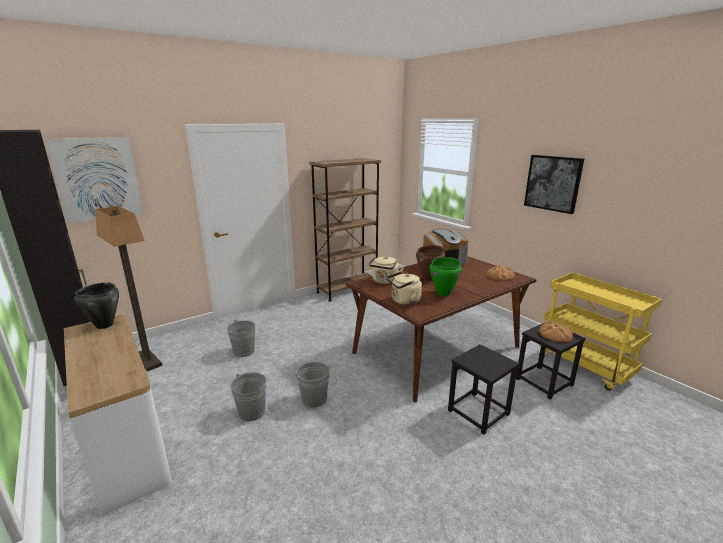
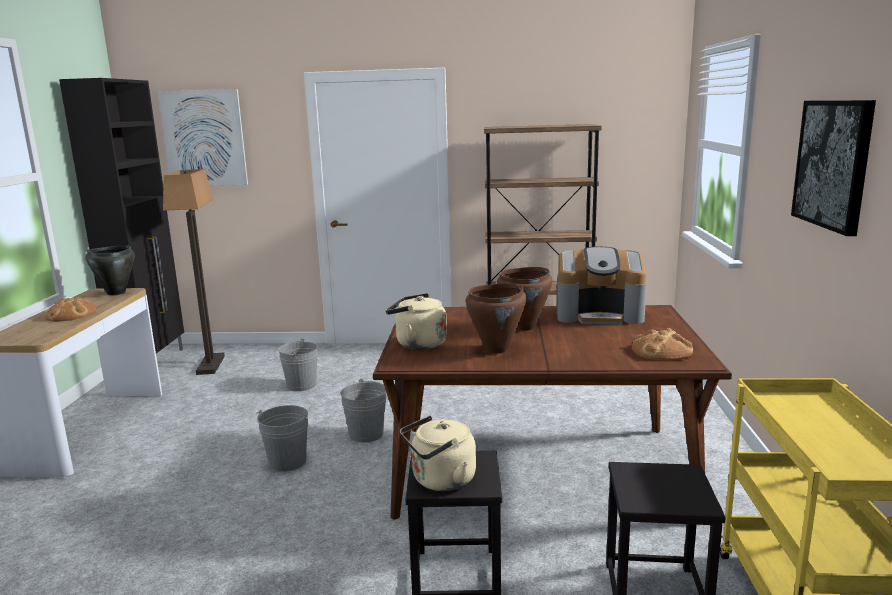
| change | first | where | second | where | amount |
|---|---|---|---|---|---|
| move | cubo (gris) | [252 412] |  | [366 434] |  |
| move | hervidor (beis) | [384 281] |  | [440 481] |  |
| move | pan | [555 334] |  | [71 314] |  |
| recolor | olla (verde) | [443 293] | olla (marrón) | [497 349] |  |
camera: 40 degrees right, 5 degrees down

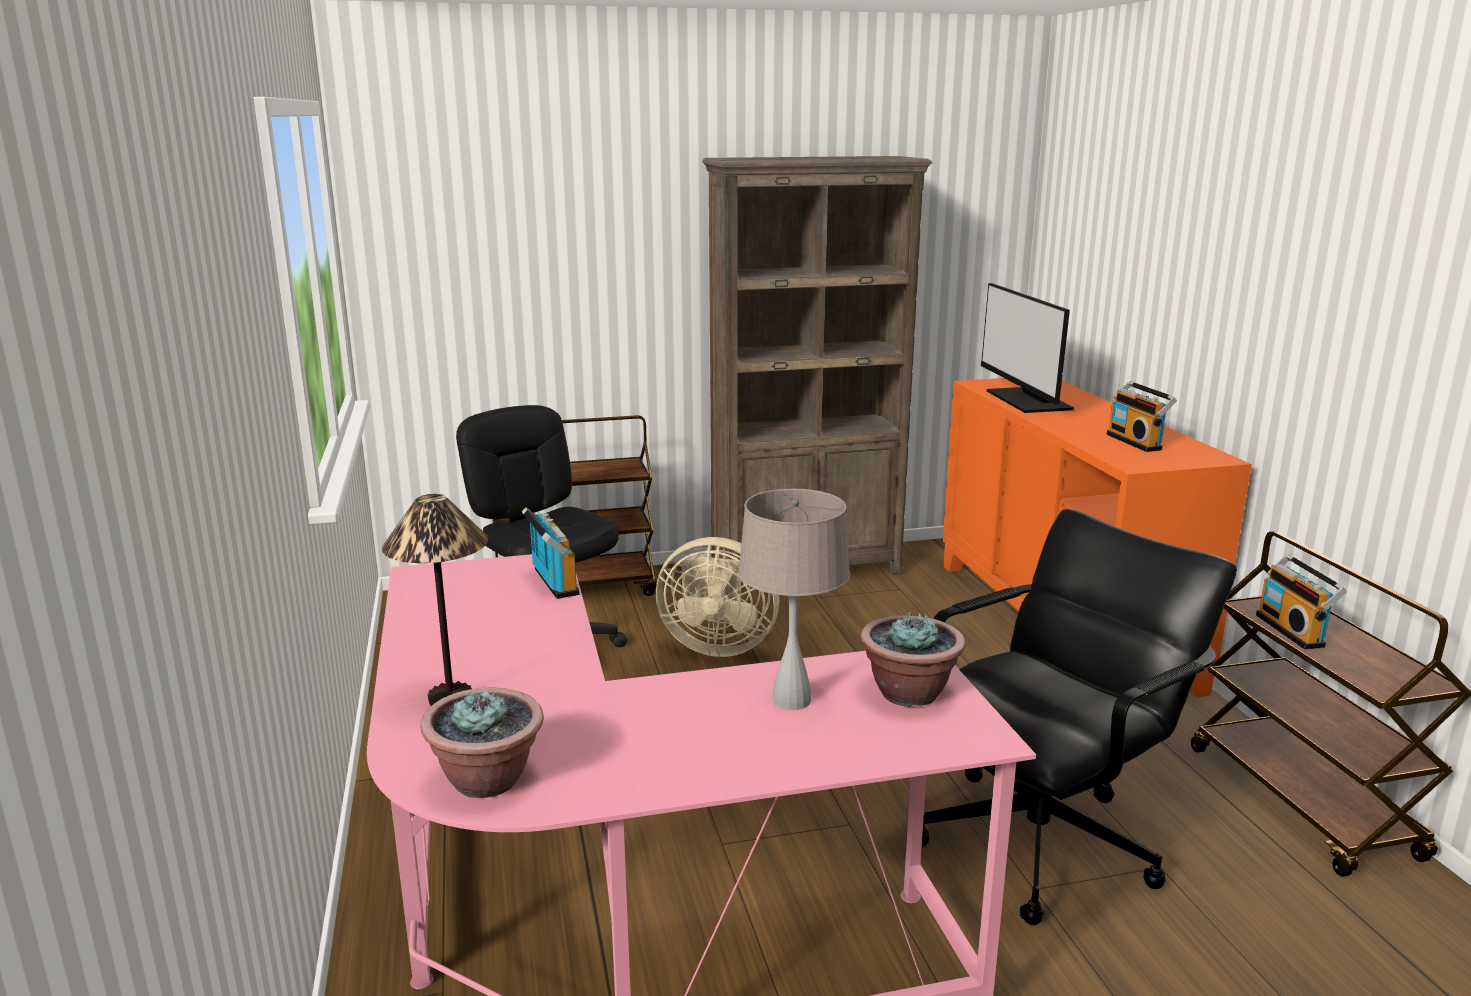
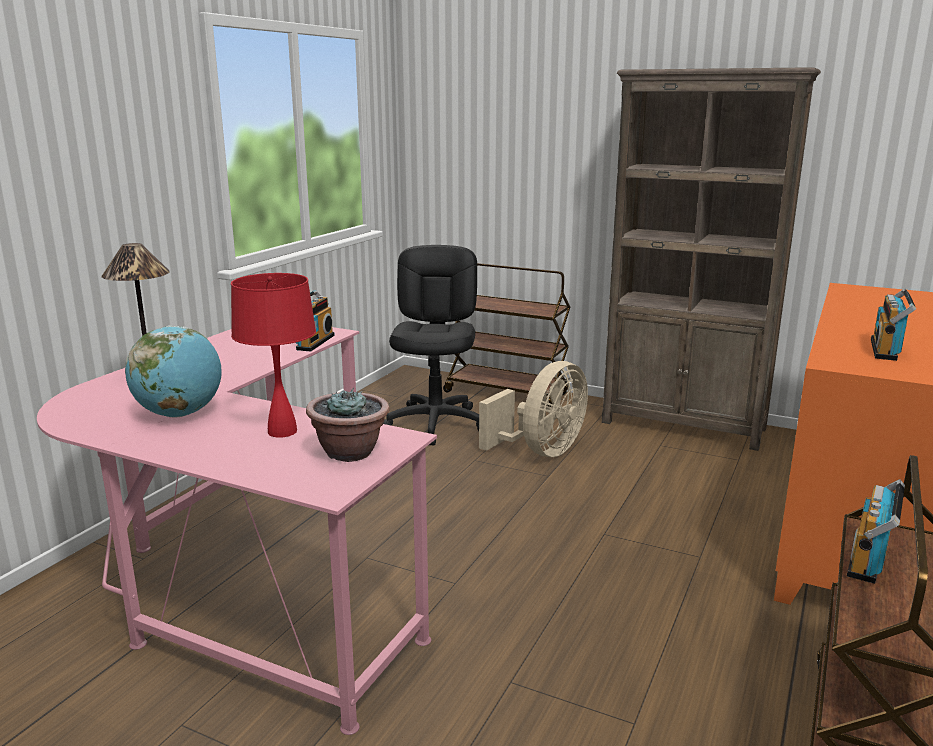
| change | first | where | second | where | amount |
|---|---|---|---|---|---|
| delete | planta en maceta | [488 780] |  |  |  |
| delete | silla de oficina (negro) | [1039 844] |  |  |  |
| delete | monitor | [1026 400] |  |  |  |
| insert |  |  | globo terráqueo | [180 414] |  |
| recolor | lámpara de mesa (beis) | [792 700] | lámpara de mesa (rojo) | [282 432] |  |
| rotate | ventilador (beis) | [716 645] |  | [541 451] | 105 degrees counterclockwise |
camera: 40 degrees right, 0 degrees up

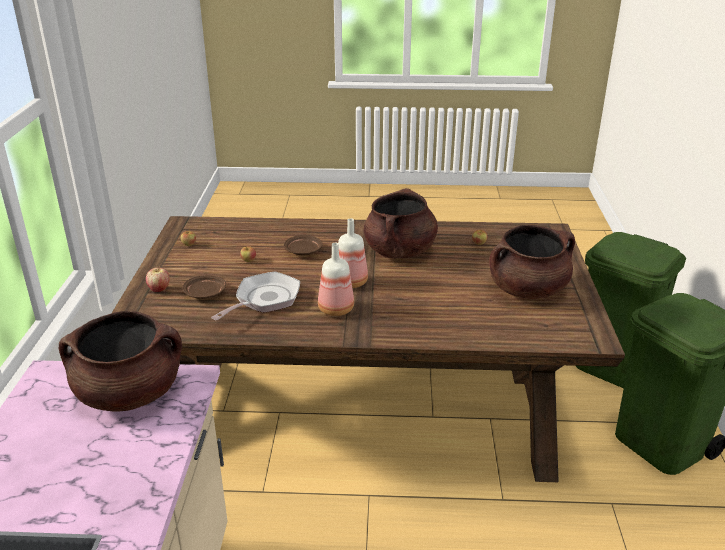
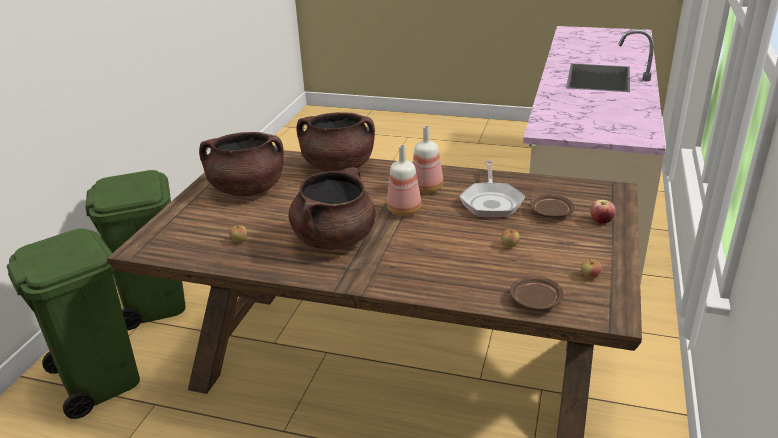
| change | first | where | second | where | amount |
|---|---|---|---|---|---|
| move | olla (marrón) | [130 393] |  | [338 167] |  |
| move | plato (marrón) | [303 251] |  | [535 300] |  |
| rotate | sartén | [264 300] |  | [491 202] | 45 degrees counterclockwise |
camera: 165 degrees left, 0 degrees up

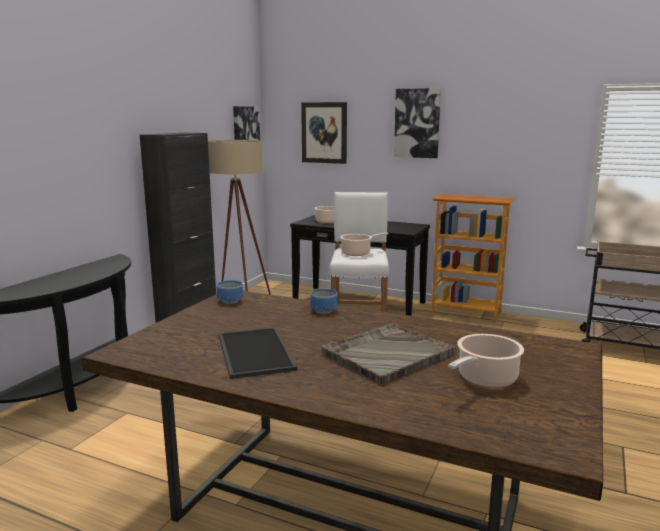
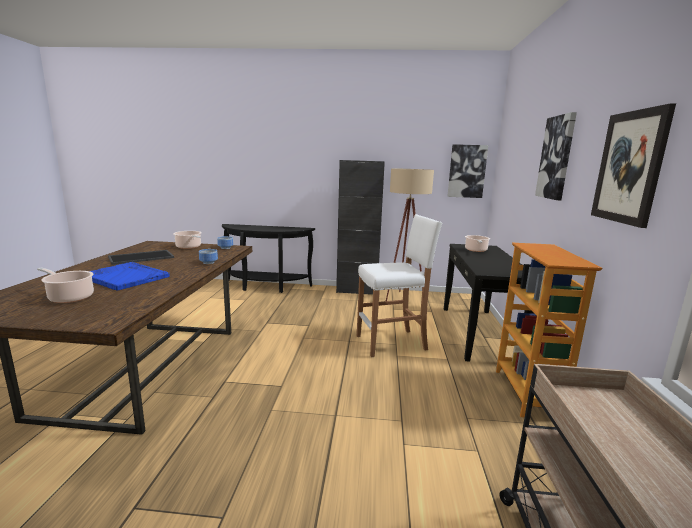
| change | first | where | second | where | amount |
|---|---|---|---|---|---|
| move | cuadro | [324 132] |  | [629 167] |  |
| move | olla | [358 253] |  | [189 247] |  |
| recolor | bandeja (gris) | [387 354] | bandeja (azul) | [125 277] |  |
camera: 70 degrees right, 0 degrees up

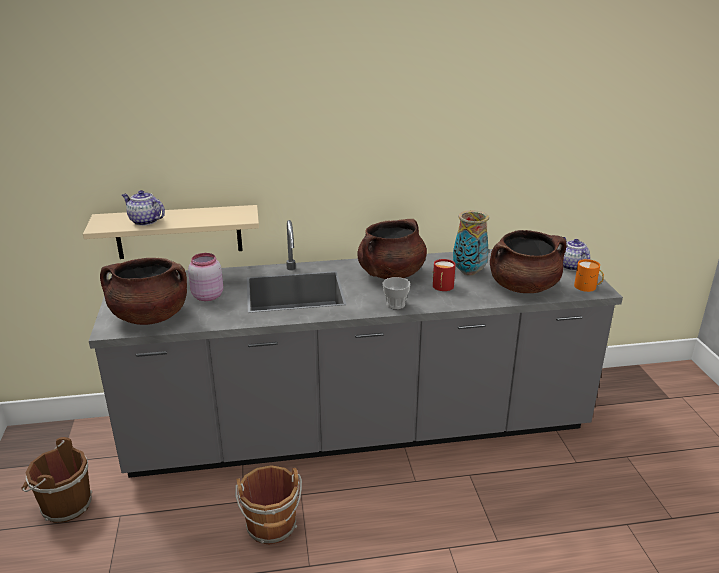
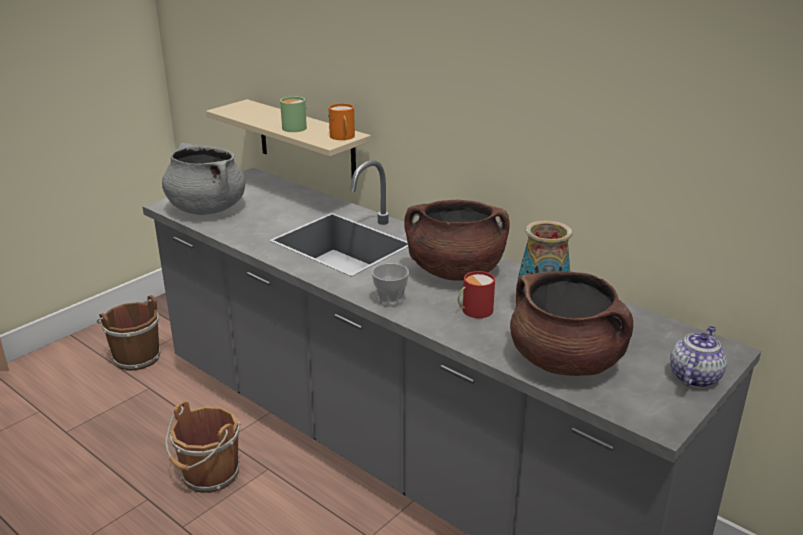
| change | first | where | second | where | amount |
|---|---|---|---|---|---|
| delete | tetera | [144 221] |  |  |  |
| delete | tarro (rosa) | [207 296] |  |  |  |
| insert |  |  | taza grande (verde) | [292 127] |  |
| move | taza grande (naranja) | [587 287] |  | [342 137] |  |
| recolor | olla (marrón) | [150 316] | olla (gris) | [206 208] |  |
camera: 50 degrees right, 0 degrees up

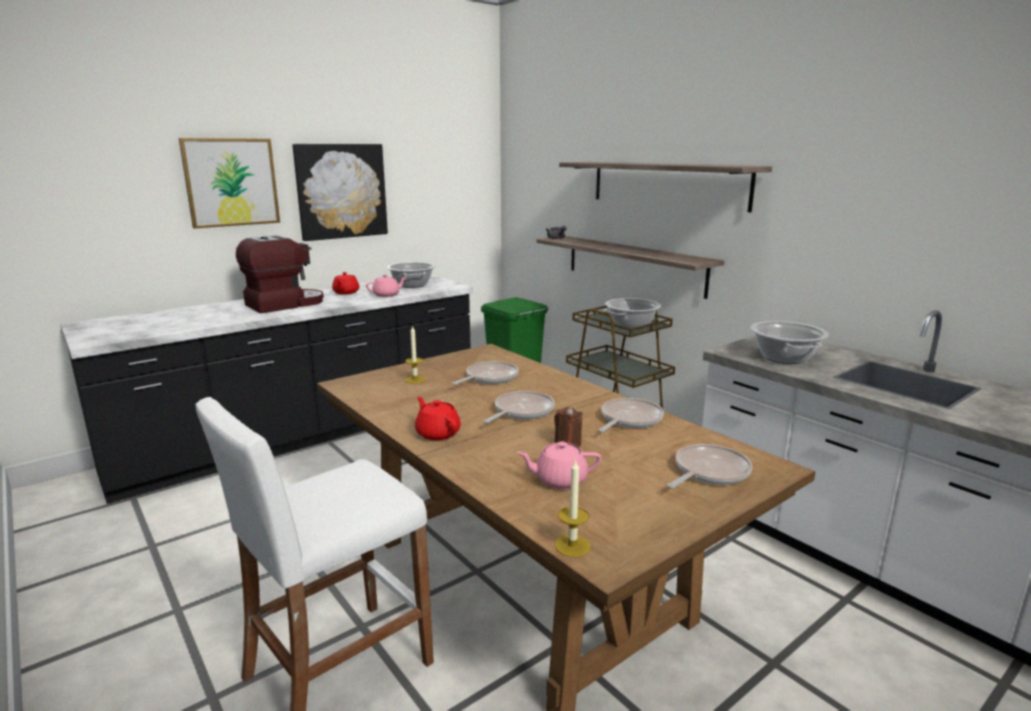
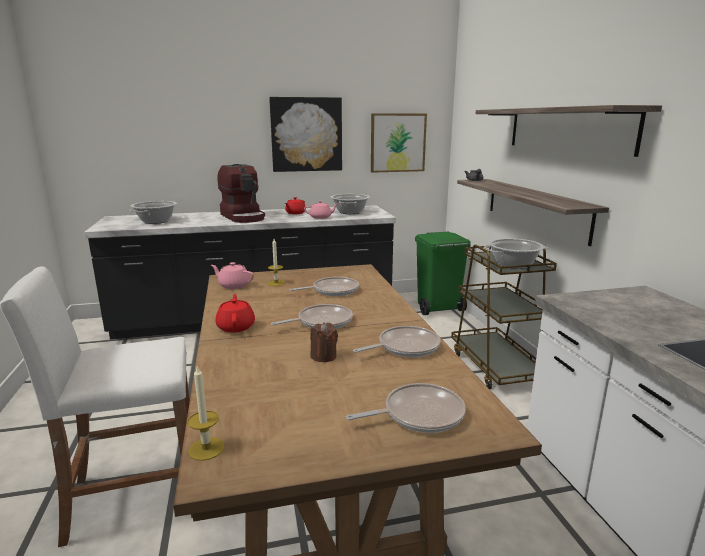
| change | first | where | second | where | amount |
|---|---|---|---|---|---|
| move | cuadro | [231 182] |  | [397 143] |  |
| move | tetera (rosa) | [559 480] |  | [233 285] |  |
| move | olla | [785 358] |  | [156 221] |  |
| rotate | cafetera | [284 304] |  | [243 217] | 75 degrees clockwise |
camera: 25 degrees right, 0 degrees up

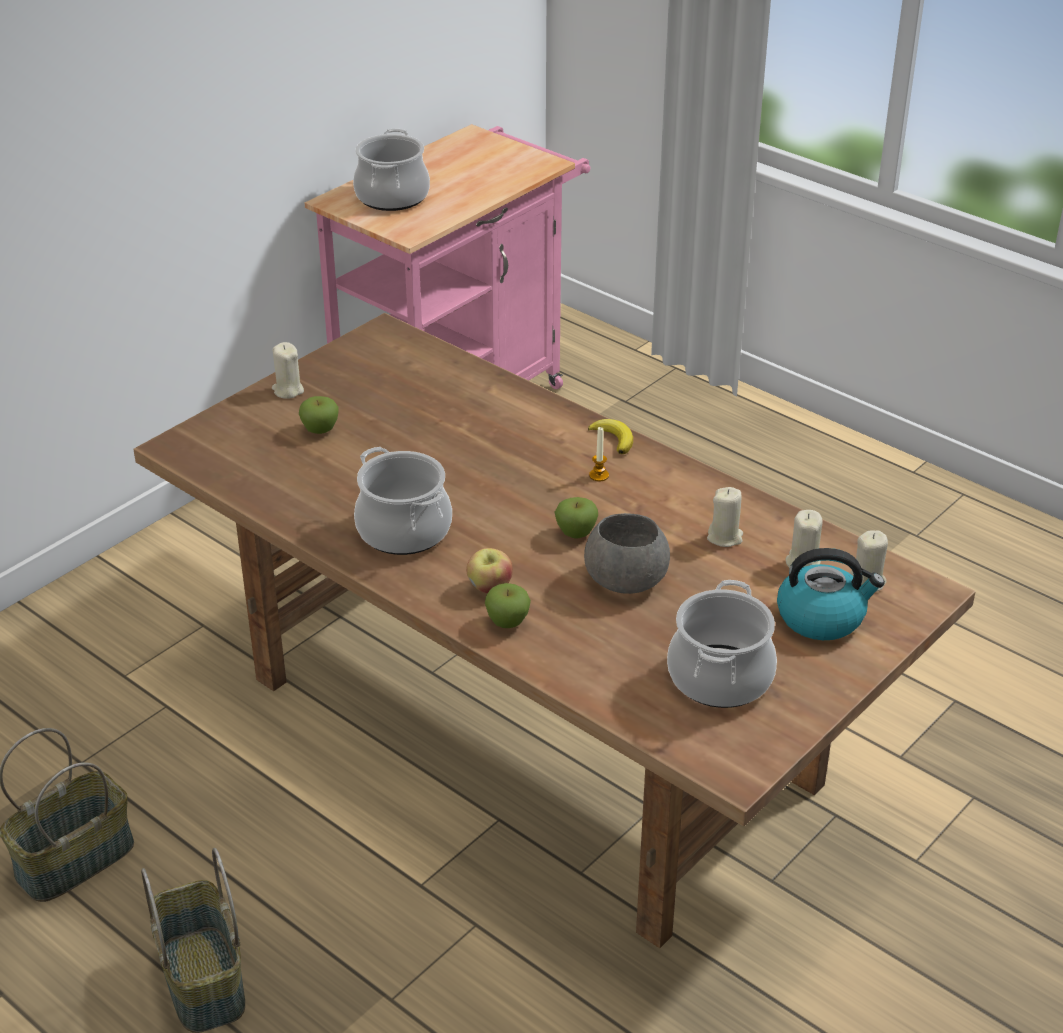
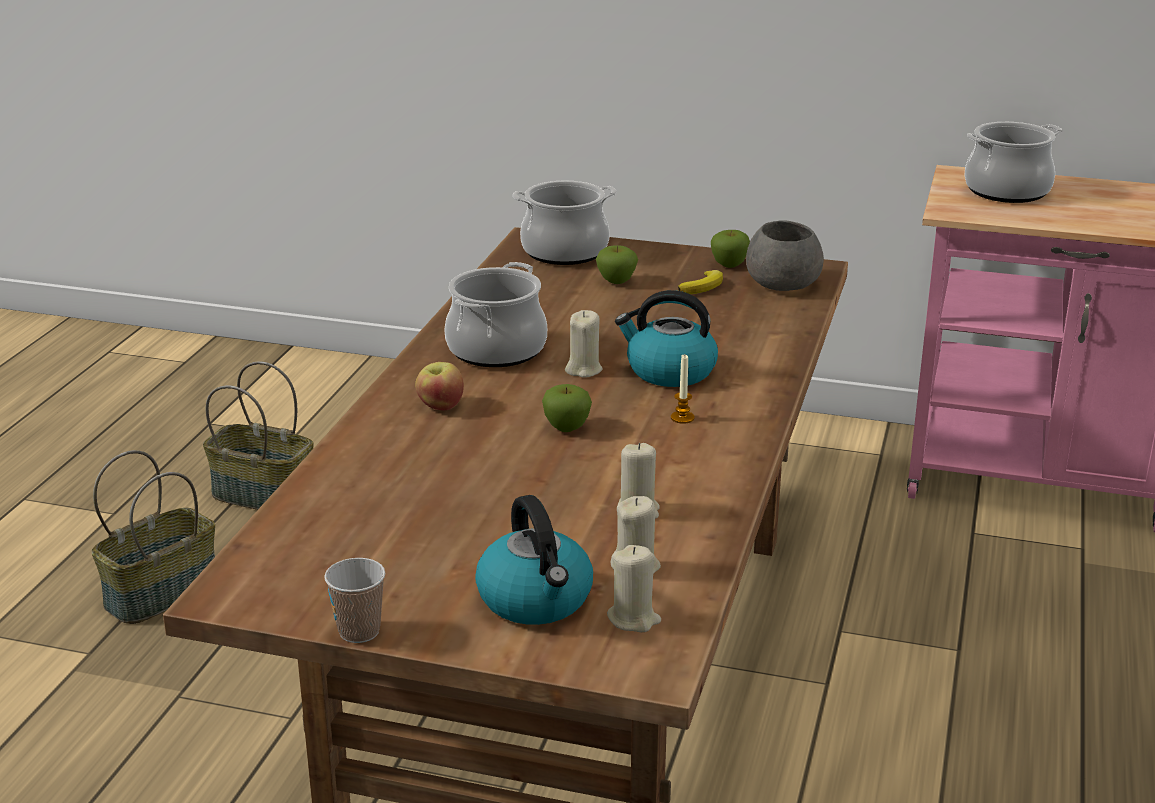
| change | first | where | second | where | amount |
|---|---|---|---|---|---|
| insert |  |  | taza | [359 631] |  |
| insert |  |  | hervidor | [669 371] |  |
| move | vela (beis) | [288 390] |  | [583 369] |  |
| move | manzana | [507 622] |  | [729 265] |  |
| move | cuenco (gris) | [624 578] |  | [782 283] |  |
| move | plátano | [613 439] |  | [703 286] |  |
| move | olla | [719 677] |  | [565 251] |  |
camera: 65 degrees right, 10 degrees down

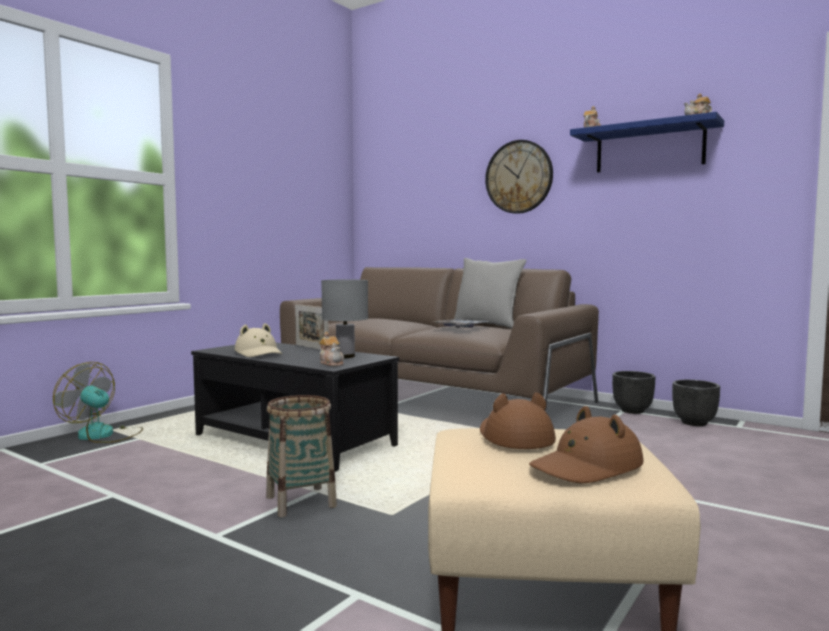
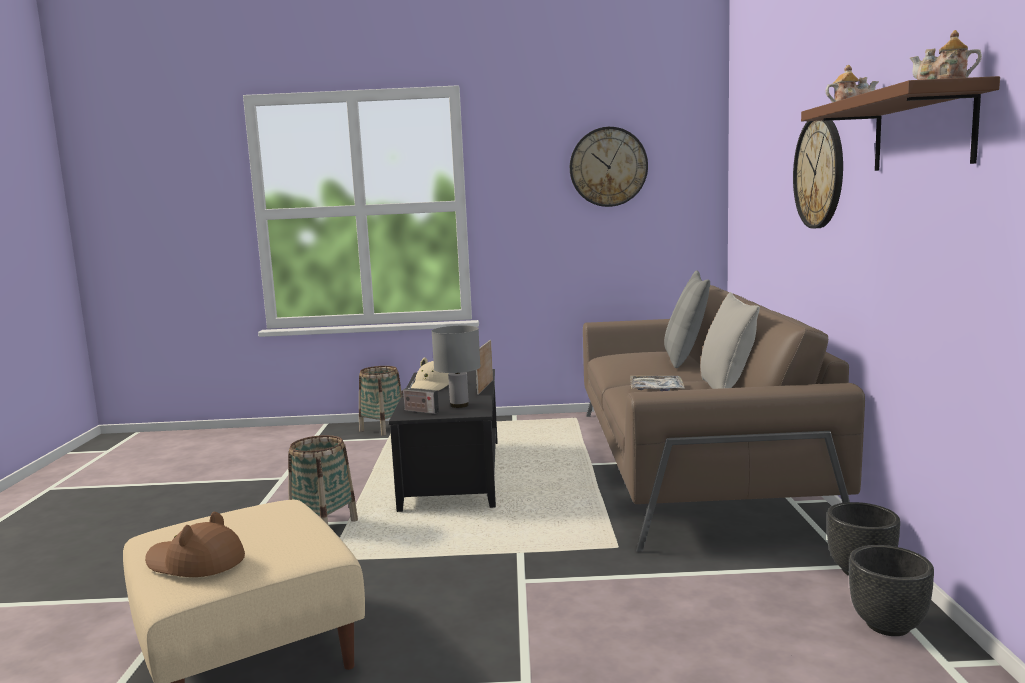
| change | first | where | second | where | amount |
|---|---|---|---|---|---|
| delete | sombrero (marrón) | [514 437] |  |  |  |
| insert |  |  | reloj de pared | [608 167] |  |
| insert |  |  | cojín (gris) | [685 358] |  |
| replace | ventilador | [103 435] | cesta | [382 429] |  |
| replace | tetera | [332 363] | radio | [419 411] |  |
| recolor | estante (azul) | [649 148] | estante (marrón) | [922 131] |  |
camera: 55 degrees right, 5 degrees up

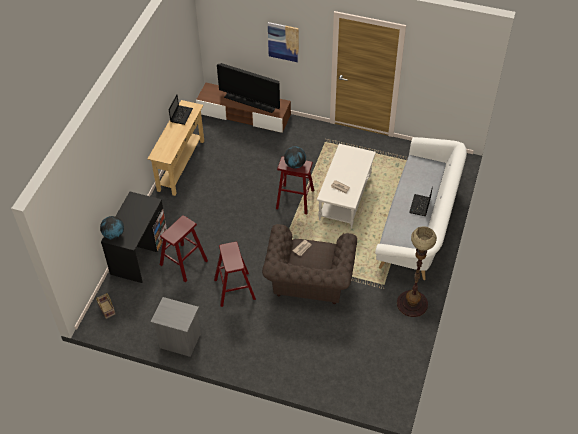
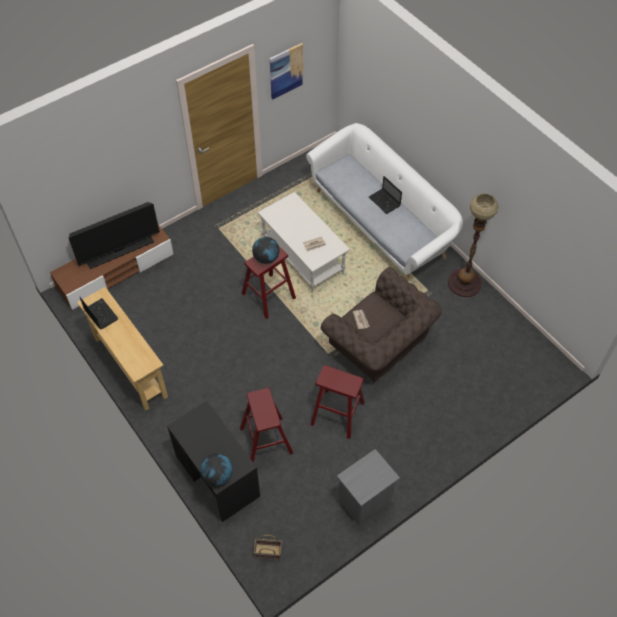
| change | first | where | second | where | amount |
|---|---|---|---|---|---|
| move | cuadro | [283 42] |  | [286 71] |  |
camera: 55 degrees left, 5 degrees up

